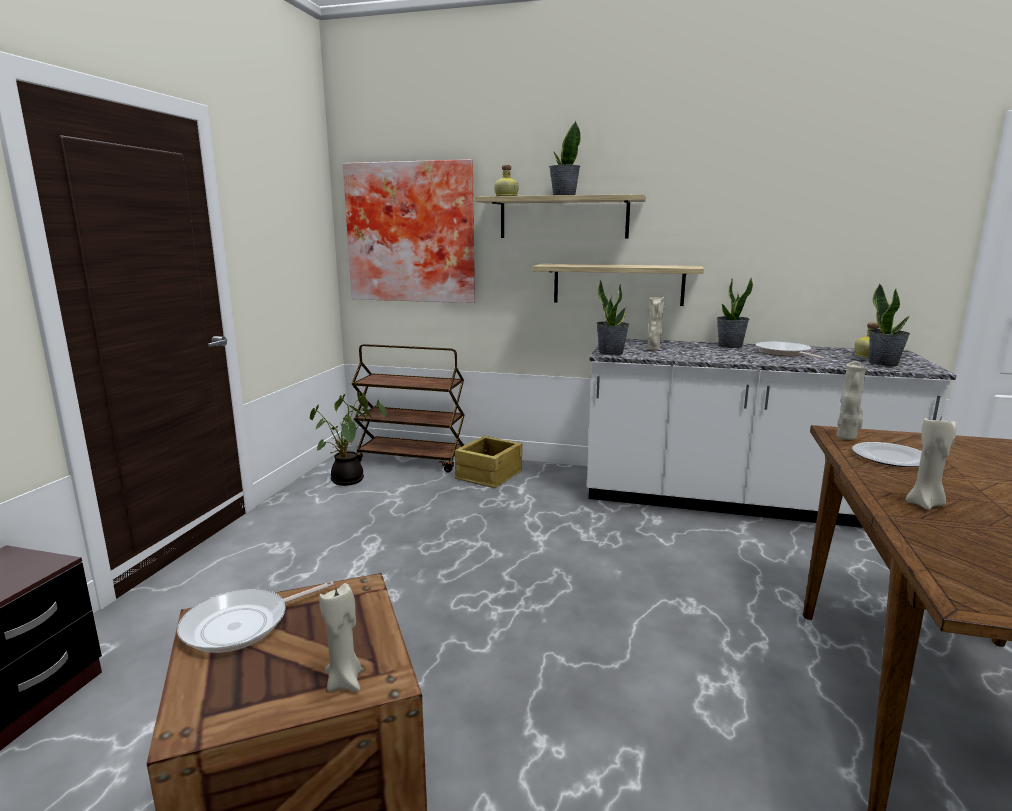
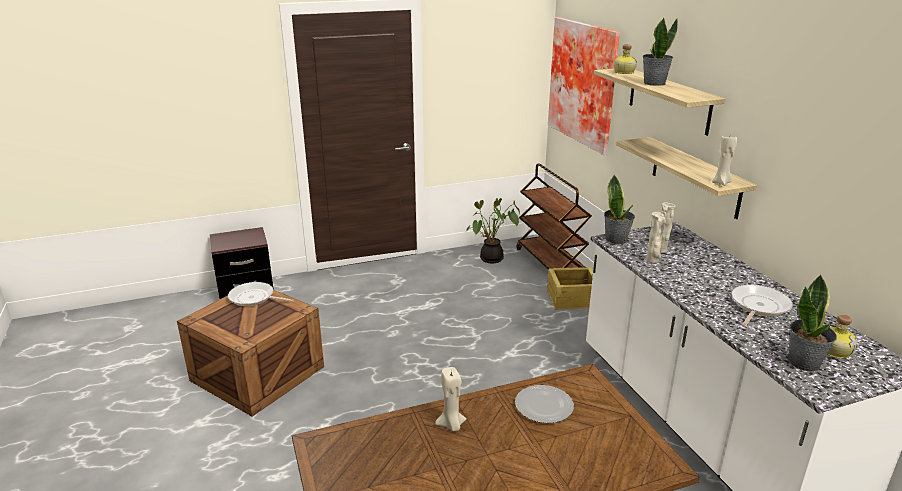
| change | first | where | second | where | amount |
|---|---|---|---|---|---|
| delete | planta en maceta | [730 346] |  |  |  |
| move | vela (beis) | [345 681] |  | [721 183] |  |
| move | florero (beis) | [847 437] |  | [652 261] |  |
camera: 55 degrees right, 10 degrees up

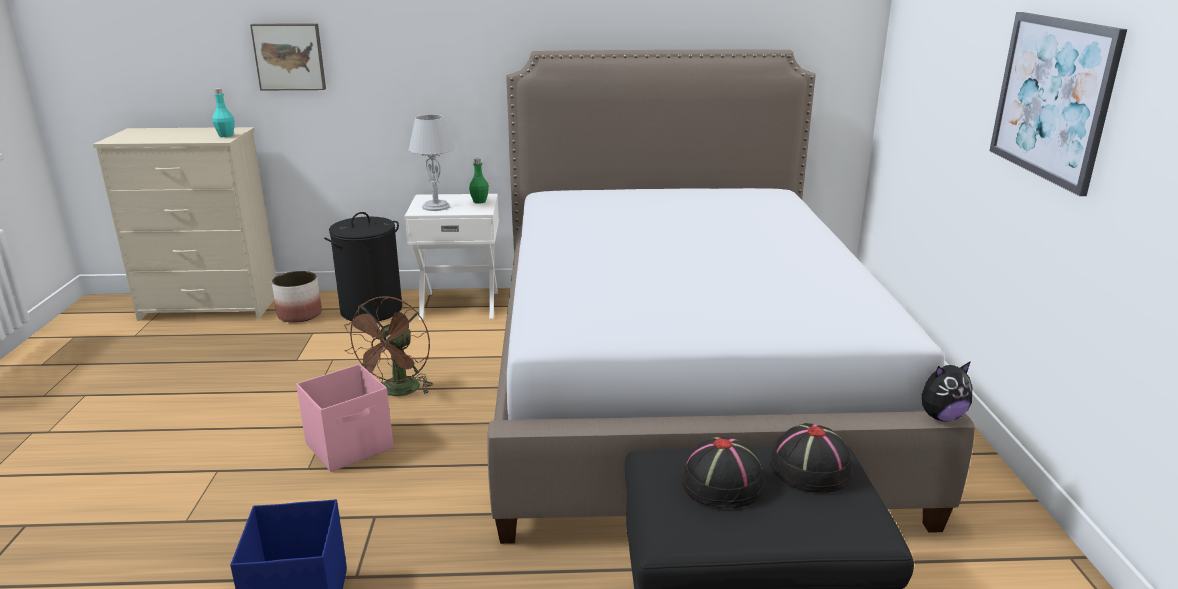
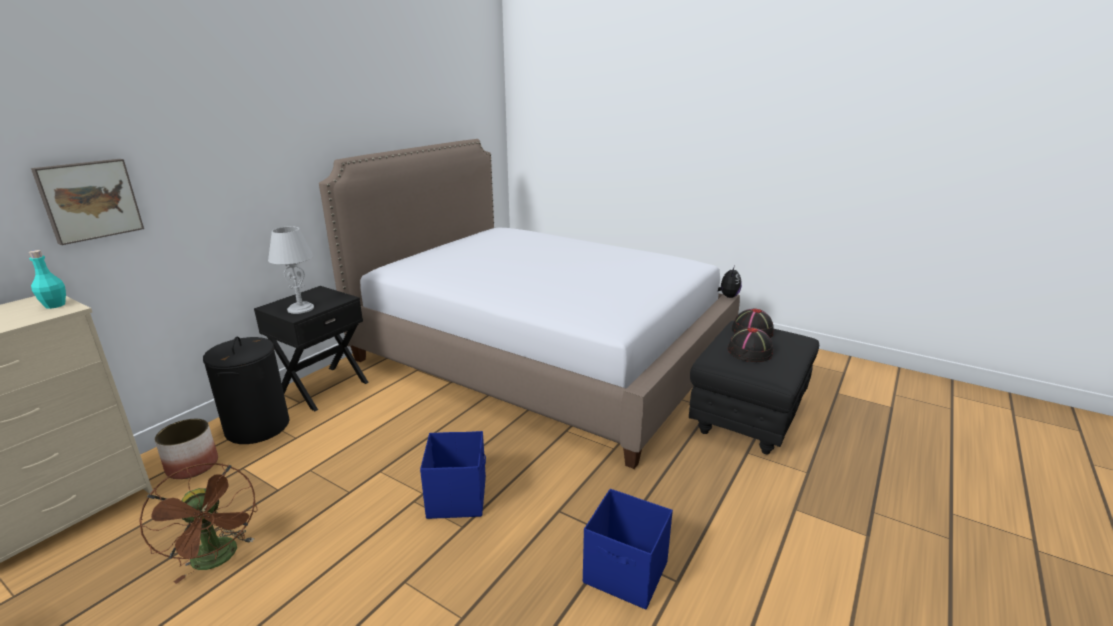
| change | first | where | second | where | amount |
|---|---|---|---|---|---|
| delete | botella (verde) | [479 201] |  |  |  |
| delete | cuadro | [1052 98] |  |  |  |
| move | ventilador (marrón) | [397 392] |  | [218 559] |  |
| recolor | caja de almacenaje (rosa) | [351 446] | caja de almacenaje (azul) | [458 497] |  |
| recolor | mesita de noche (blanco) | [459 304] | mesita de noche (negro) | [323 387] |  |
camera: 55 degrees left, 0 degrees up

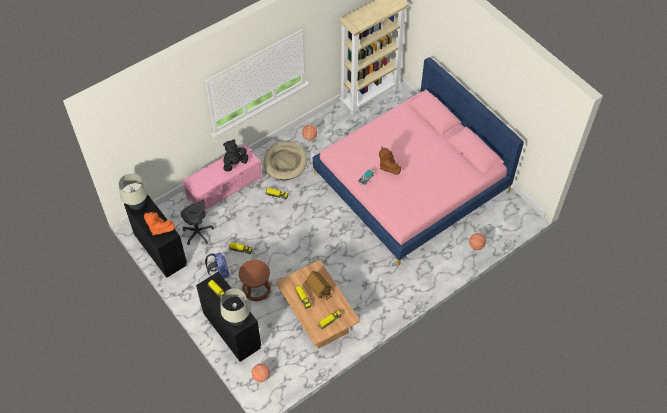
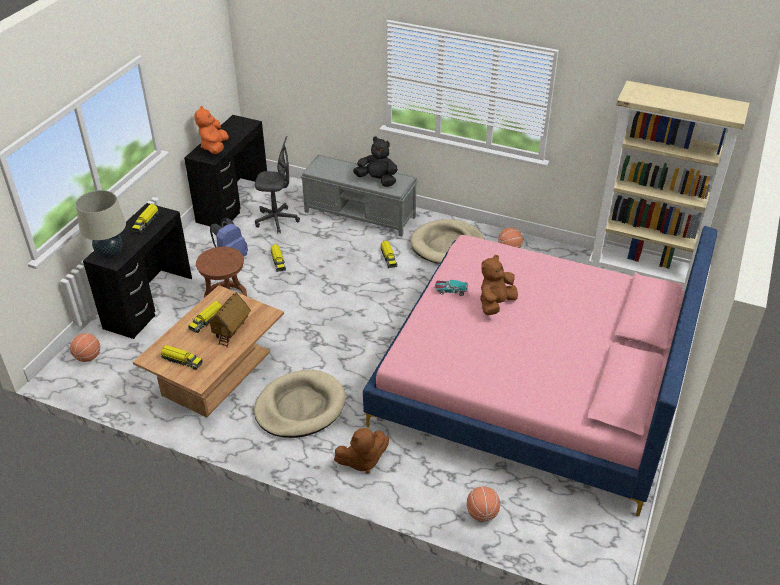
| change | first | where | second | where | amount |
|---|---|---|---|---|---|
| delete | lámpara de mesa (beis) | [137 205] |  |  |  |
| insert |  |  | cama para perro (beis) | [300 407] |  |
| insert |  |  | peluche (marrón) | [362 461] |  |
| recolor | banco (rosa) | [225 189] | banco (gris) | [360 214] |  |
| rotate | silla de oficina (gris) | [198 233] |  | [277 220] | 105 degrees counterclockwise |
camera: 60 degrees right, 15 degrees down

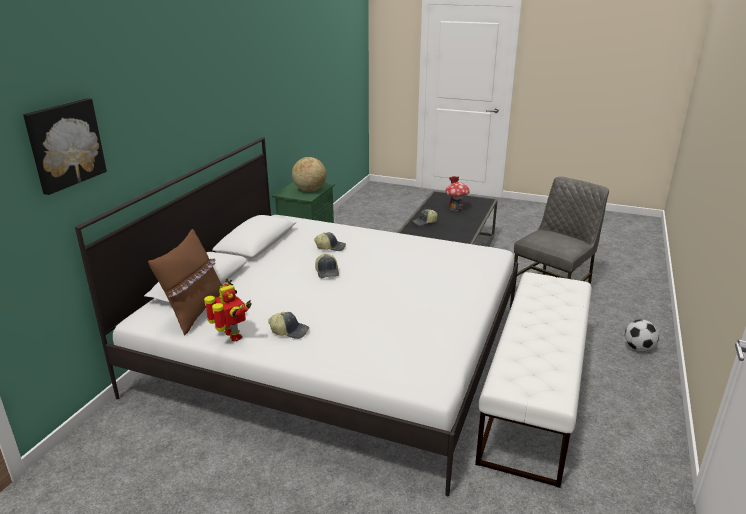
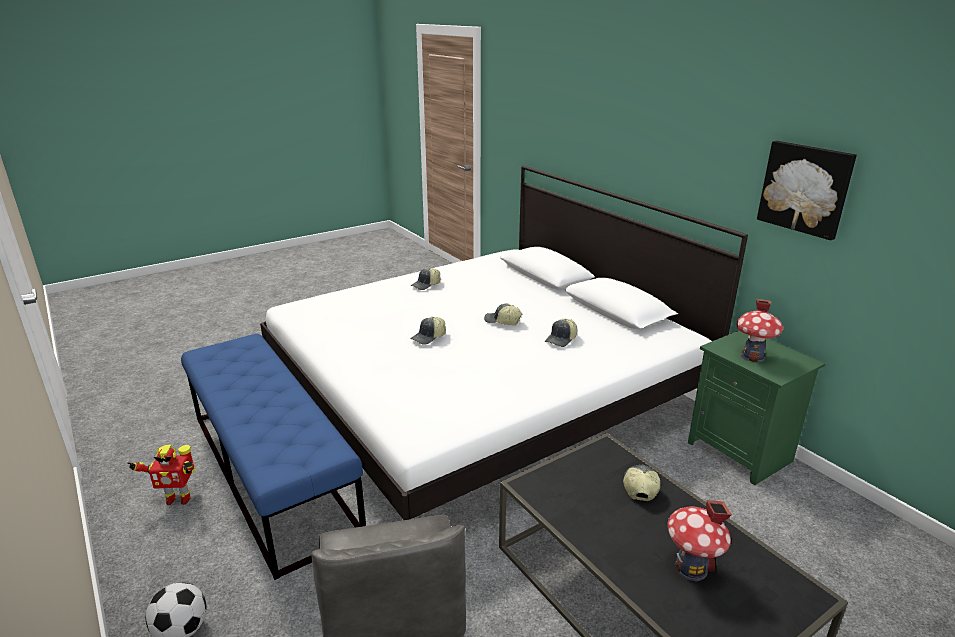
| change | first | where | second | where | amount |
|---|---|---|---|---|---|
| delete | cojín (marrón) | [195 312] |  |  |  |
| insert |  |  | gorra | [429 337] |  |
| move | cuadro | [64 144] |  | [805 188] |  |
| move | robot de juguete | [232 337] |  | [178 498] |  |
| replace | globo terráqueo | [309 190] | casita | [752 356] |  |
| recolor | banco (blanco) | [535 393] | banco (azul) | [272 472] |  |
camera: 125 degrees right, 0 degrees up

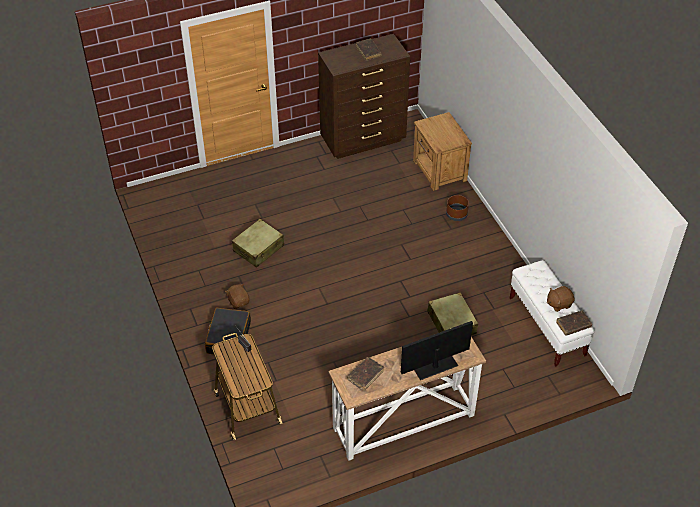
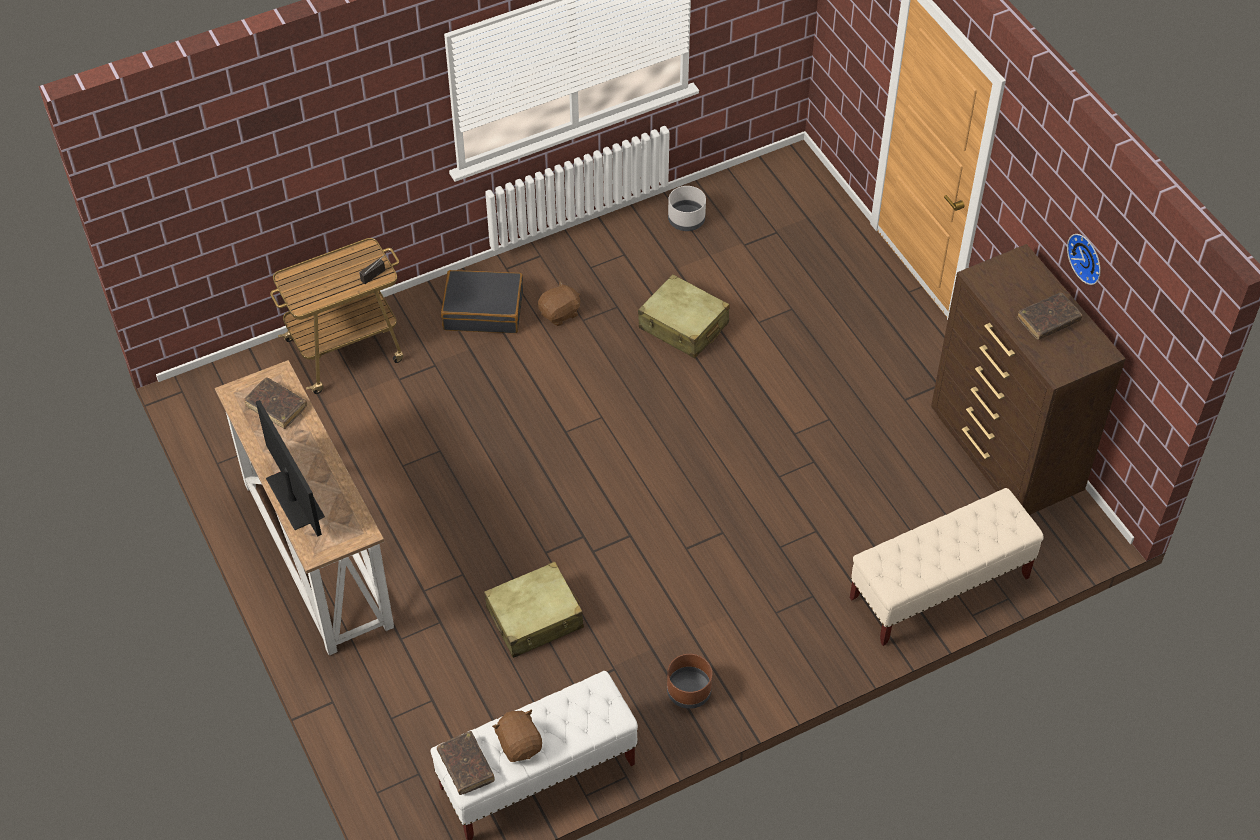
| change | first | where | second | where | amount |
|---|---|---|---|---|---|
| insert |  |  | maceta (gris) | [686 220] |  |
| insert |  |  | reloj de pared | [1087 257] |  |
| move | maceta (marrón) | [456 214] |  | [689 691] |  |
| replace | mesita de noche (marrón) | [439 171] | banco (beis) | [939 588] |  |
camera: 85 degrees right, 5 degrees up

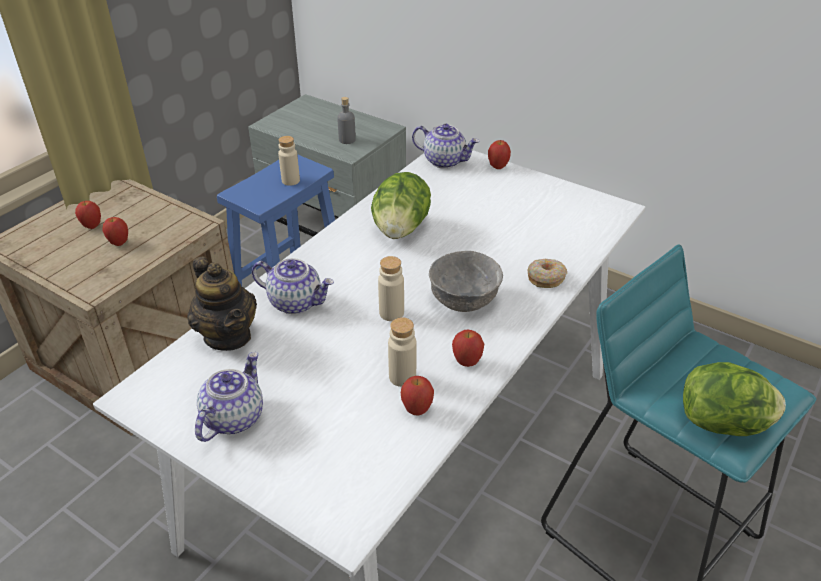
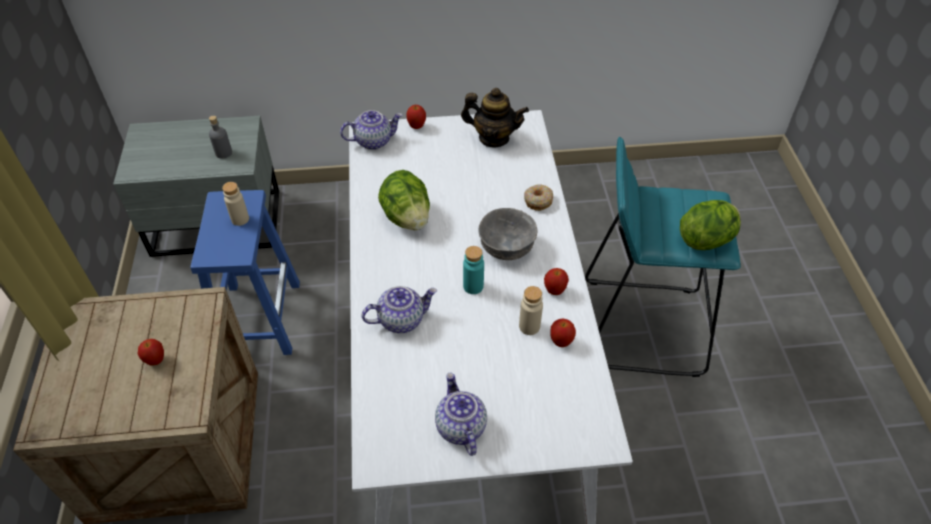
| change | first | where | second | where | amount |
|---|---|---|---|---|---|
| delete | manzana | [92 226] |  |  |  |
| move | tetera | [228 336] |  | [493 138] |  |
| recolor | botella (beis) | [391 313] | botella (turquesa) | [473 286] |  |
camera: 40 degrees left, 10 degrees up

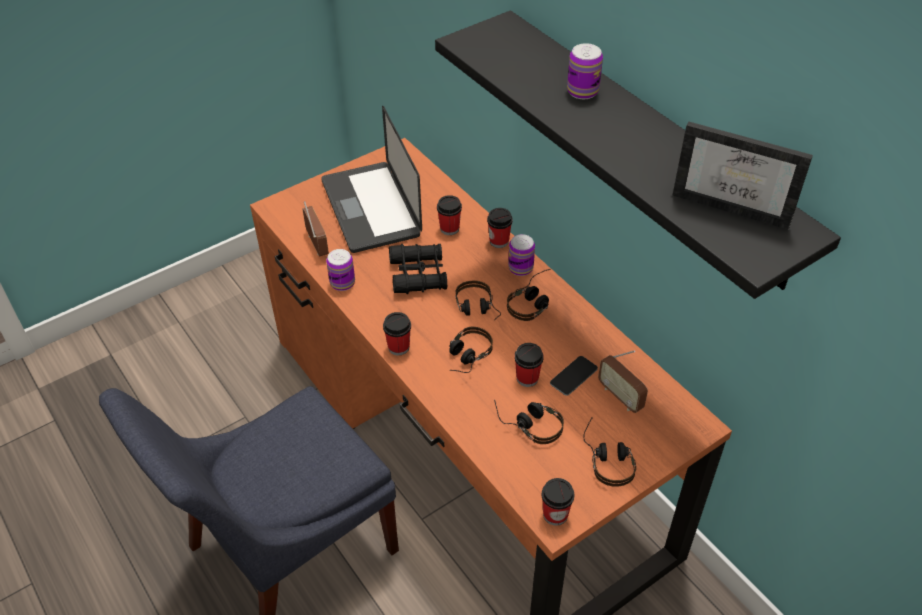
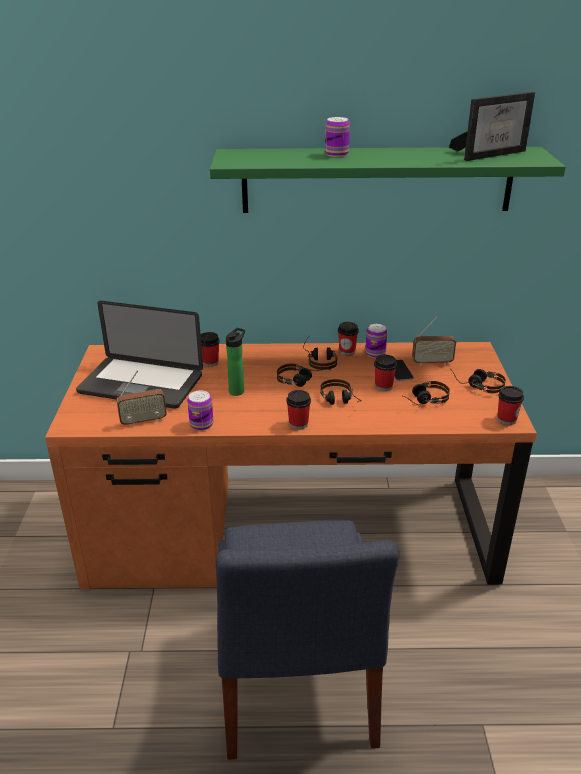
| change | first | where | second | where | amount |
|---|---|---|---|---|---|
| move | taza | [499 241] |  | [347 351] |  |
| move | lata | [520 268] |  | [375 353] |  |
| replace | prismáticos (negro) | [418 274] | botella | [238 390] |  |
| recolor | estante (negro) | [647 145] | estante (verde) | [377 180] |  |
| rotate | radio | [317 244] |  | [143 421] | 150 degrees clockwise |
camera: 55 degrees left, 15 degrees down

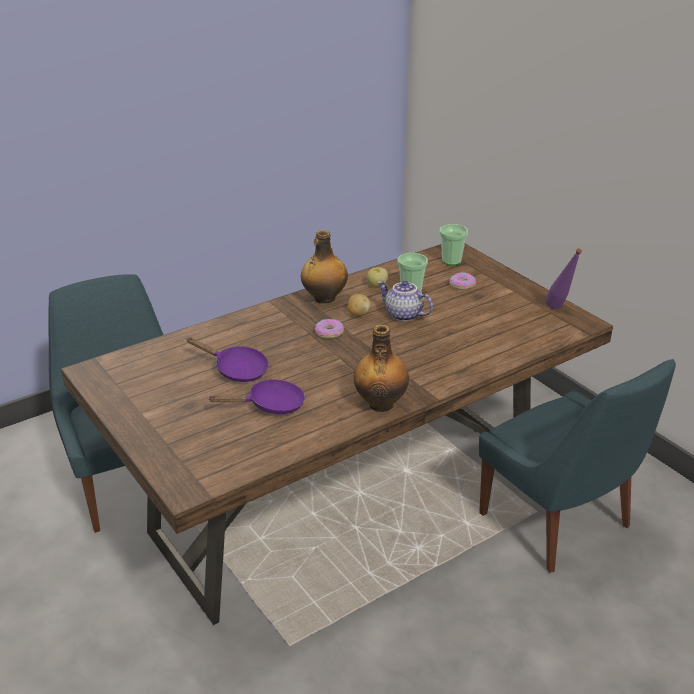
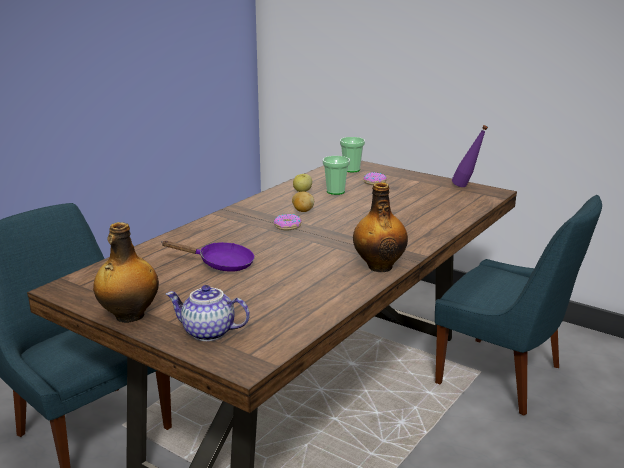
| change | first | where | second | where | amount |
|---|---|---|---|---|---|
| delete | sartén (morado) | [270 405] |  |  |  |
| move | botella | [324 298] |  | [129 316] |  |
| move | tetera | [402 315] |  | [207 333] |  |
camera: 20 degrees left, 10 degrees down

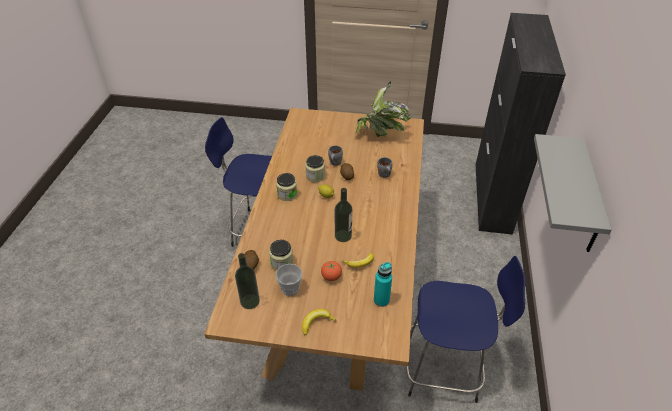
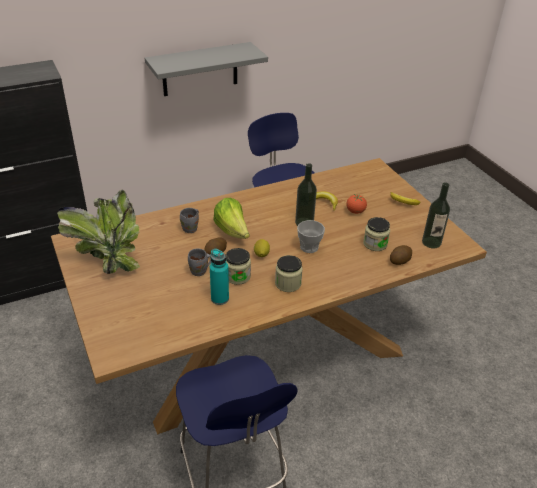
| change | first | where | second | where | amount |
|---|---|---|---|---|---|
| insert |  |  | lechuga | [232 231] |  |
| move | taza | [290 288] |  | [309 247] |  |
| move | botella (turquesa) | [381 300] |  | [220 298] |  |
camera: 125 degrees left, 5 degrees down

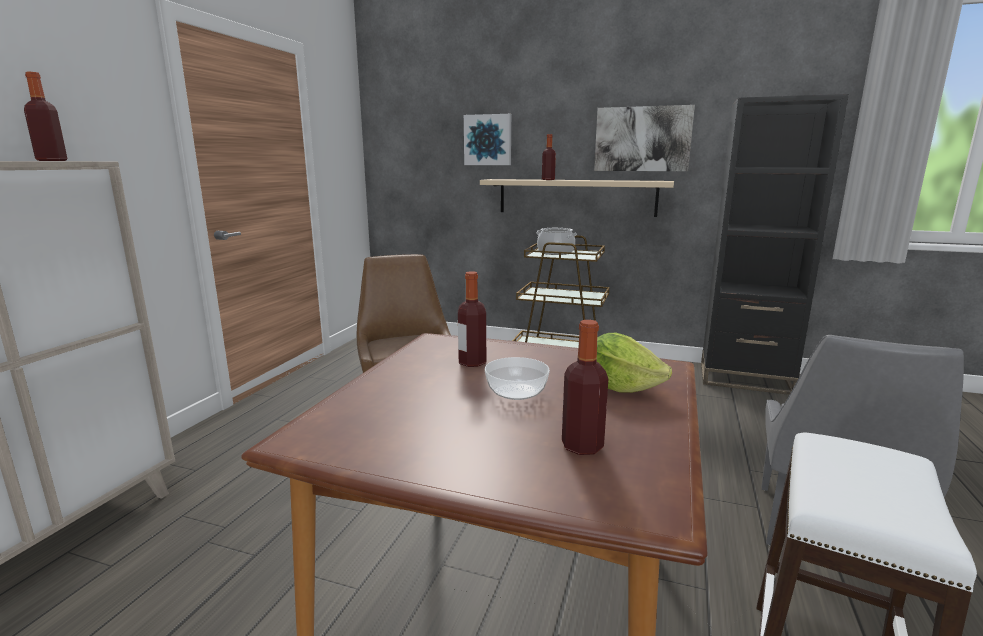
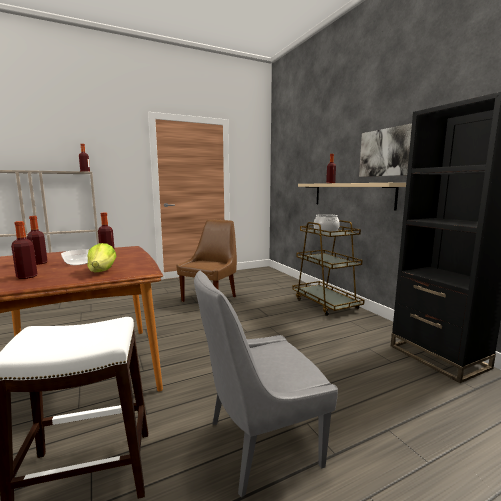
| change | first | where | second | where | amount |
|---|---|---|---|---|---|
| delete | cuadro | [488 140] |  |  |  |
| insert |  |  | botella | [39 263] |  |
camera: 45 degrees right, 5 degrees down

